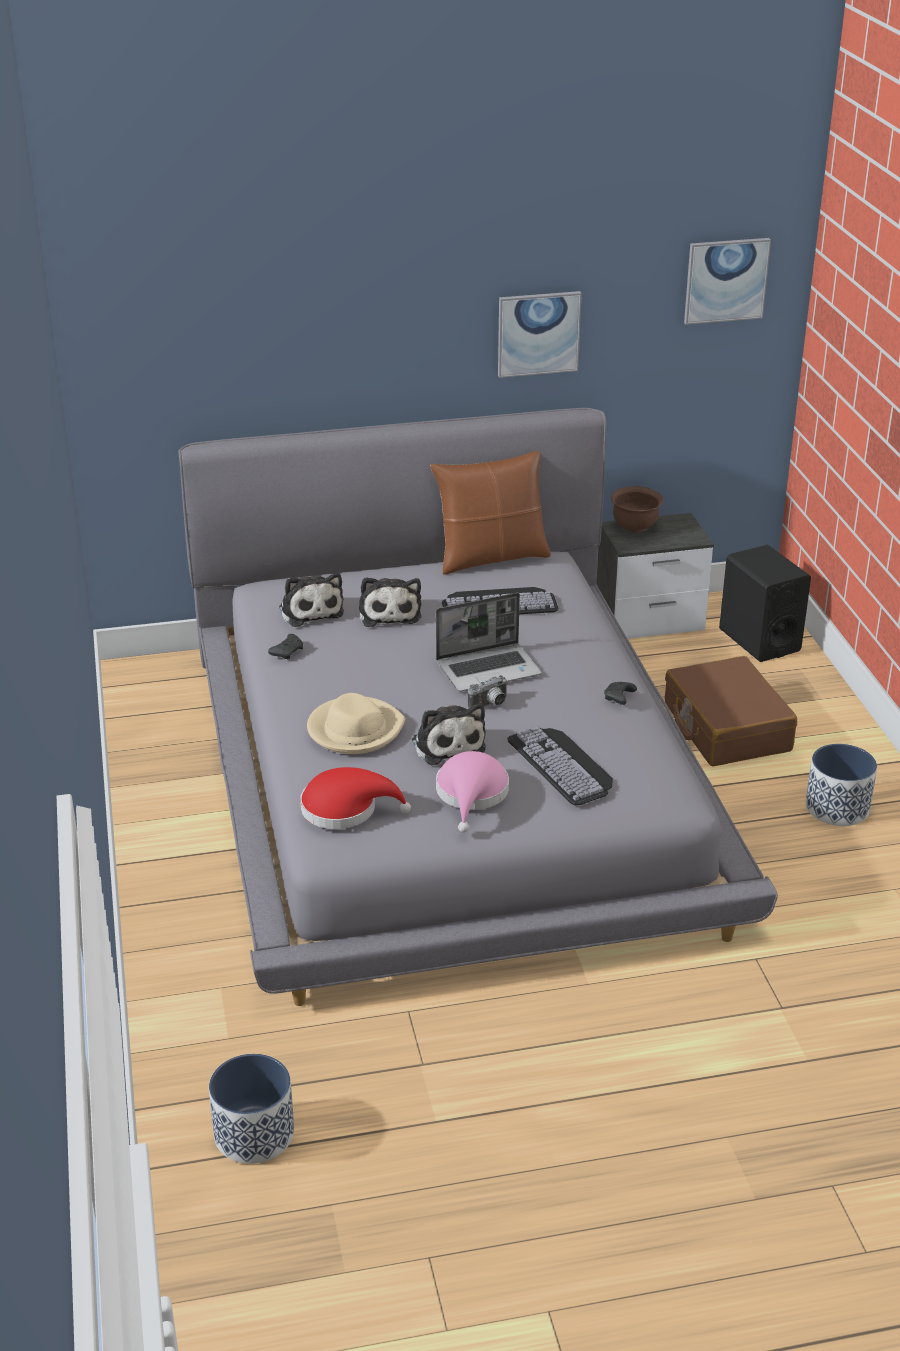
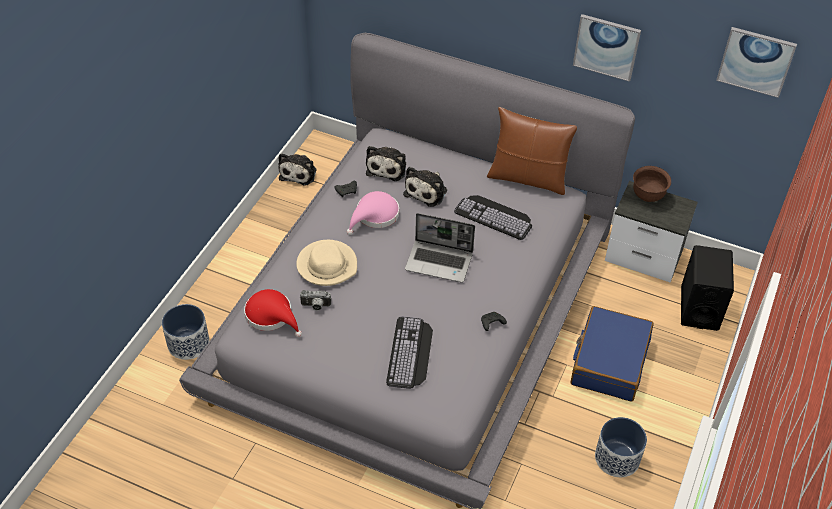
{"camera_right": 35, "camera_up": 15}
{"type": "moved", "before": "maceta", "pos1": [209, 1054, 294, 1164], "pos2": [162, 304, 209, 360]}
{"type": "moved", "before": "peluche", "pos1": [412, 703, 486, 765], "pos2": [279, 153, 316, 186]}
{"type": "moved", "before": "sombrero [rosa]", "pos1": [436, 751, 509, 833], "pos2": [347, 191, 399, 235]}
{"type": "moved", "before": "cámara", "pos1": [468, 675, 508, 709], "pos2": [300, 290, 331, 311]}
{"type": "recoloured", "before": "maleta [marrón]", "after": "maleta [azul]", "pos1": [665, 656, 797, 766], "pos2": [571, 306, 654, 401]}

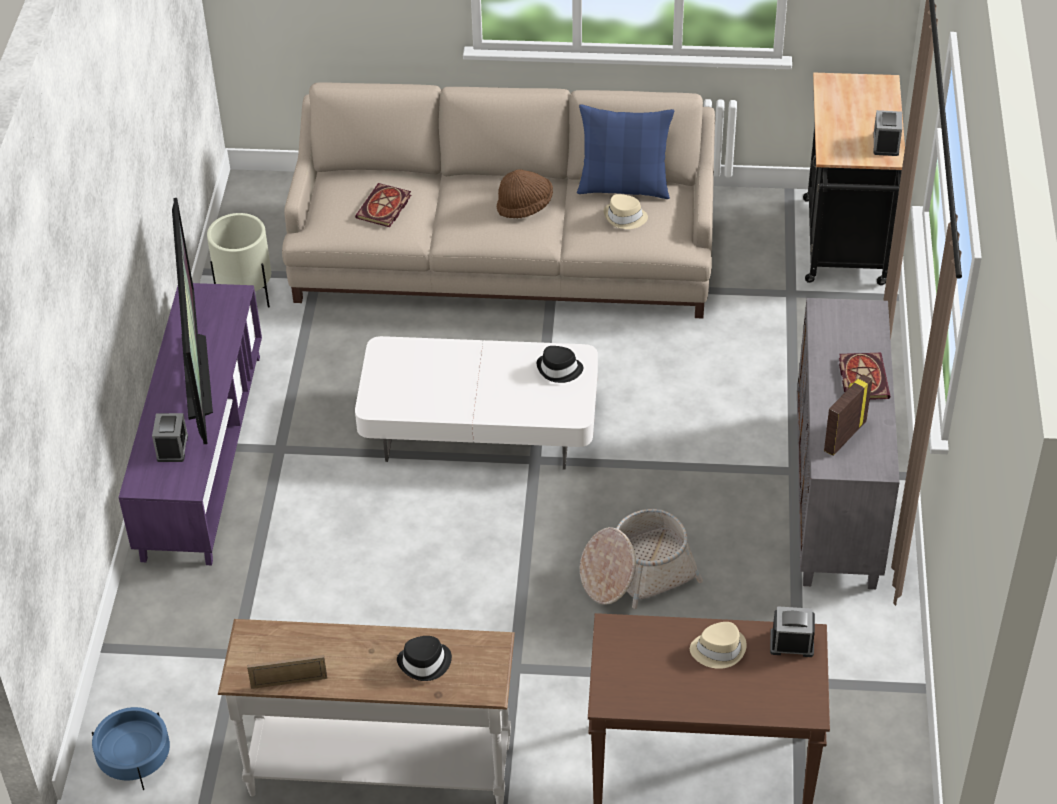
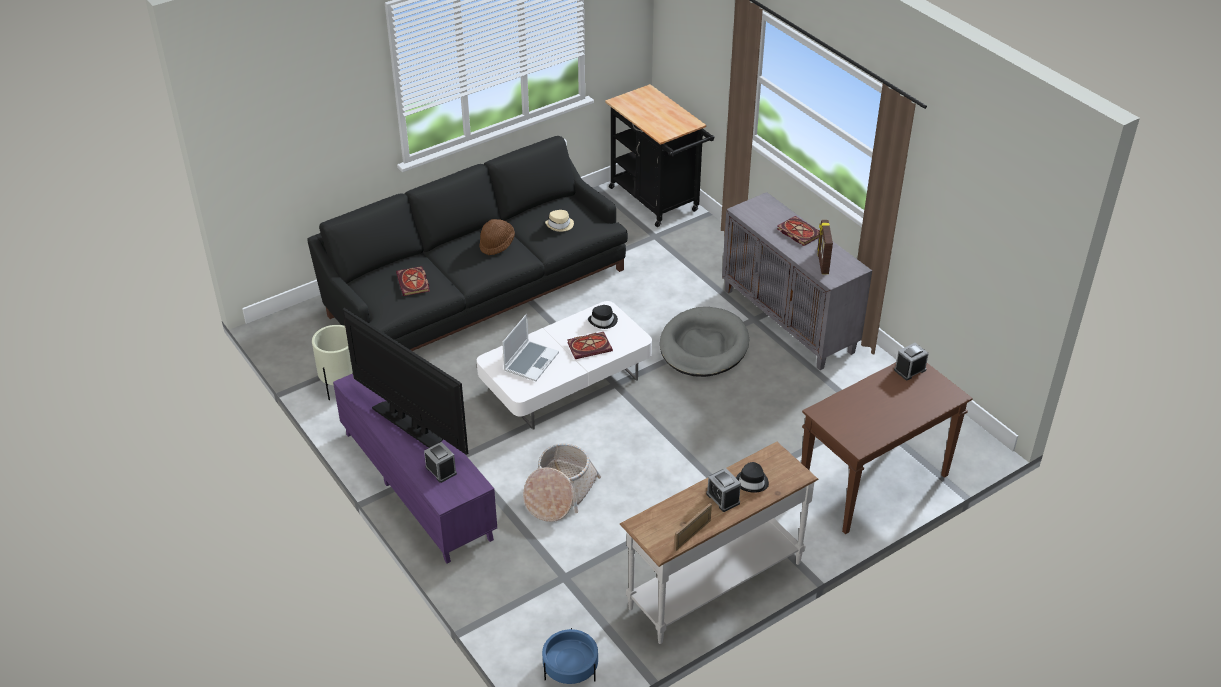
{"camera_right": -40, "camera_up": -5}
{"type": "recoloured", "before": "sofá [beis]", "after": "sofá [negro]", "pos1": [282, 82, 715, 318], "pos2": [307, 136, 628, 351]}
{"type": "removed", "before": "cojín [azul]", "pos1": [577, 104, 674, 199]}
{"type": "moved", "before": "cesta", "pos1": [580, 509, 703, 609], "pos2": [523, 444, 601, 522]}
{"type": "removed", "before": "sombrero [beis]", "pos1": [690, 622, 747, 669]}
{"type": "moved", "before": "despertador", "pos1": [873, 110, 902, 156], "pos2": [706, 468, 741, 512]}
{"type": "added", "after": "portátil", "pos2": [502, 314, 559, 381]}
{"type": "added", "after": "libro", "pos2": [567, 332, 613, 359]}
{"type": "added", "after": "cama para perro [gris]", "pos2": [660, 307, 749, 377]}

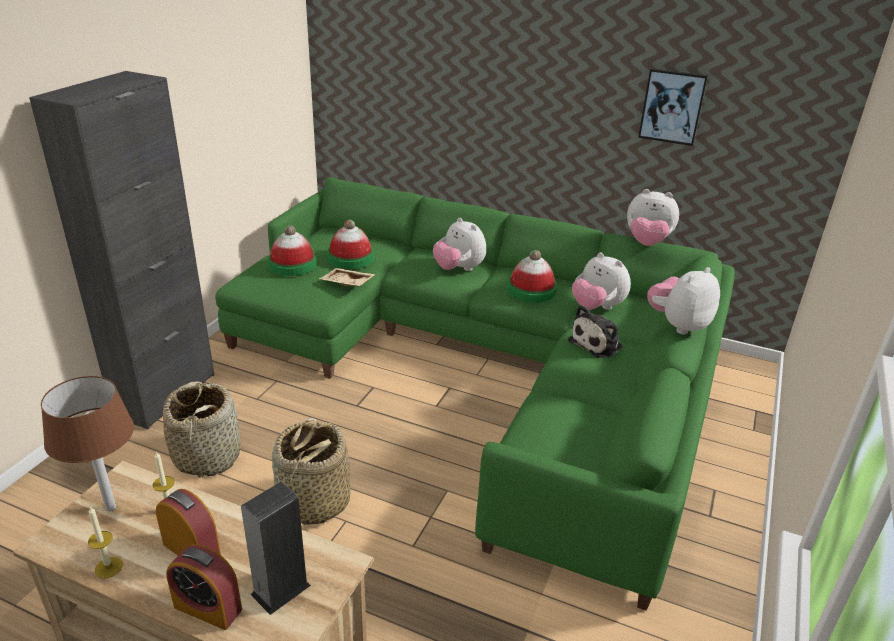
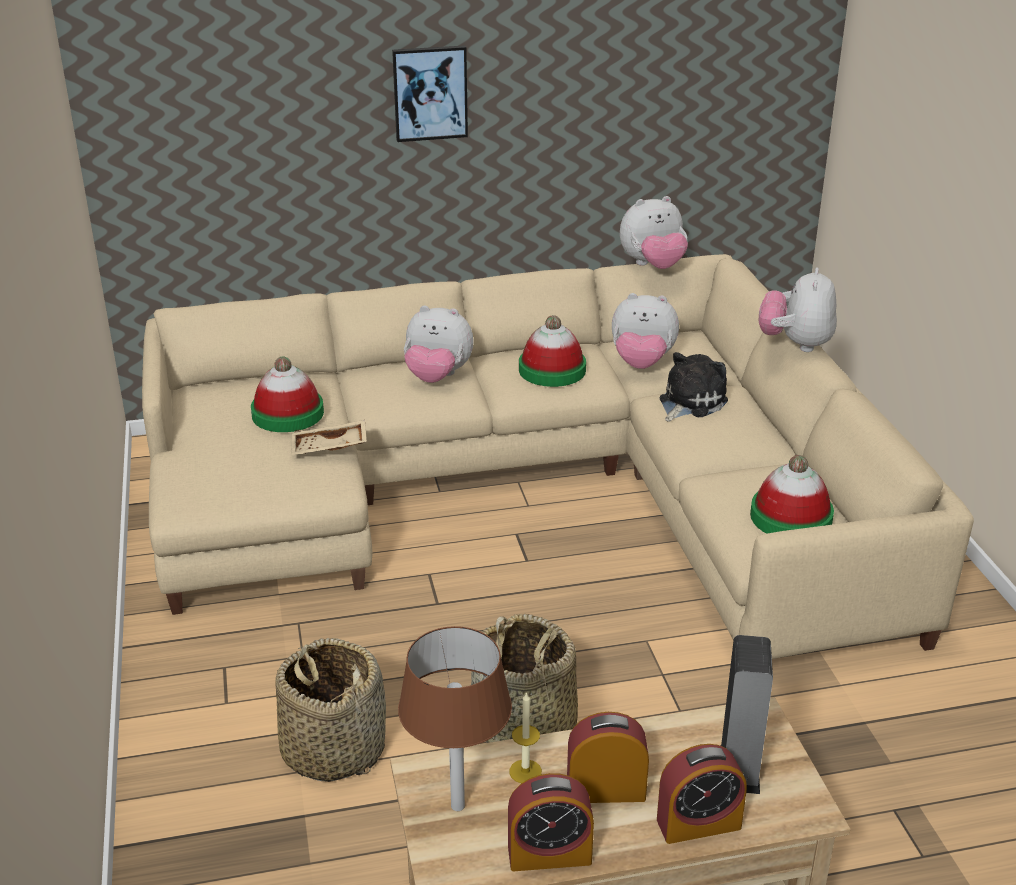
{"camera_right": -35, "camera_up": 0}
{"type": "removed", "before": "armario [negro]", "pos1": [29, 71, 215, 429]}
{"type": "replaced", "before": "vela", "after": "despertador", "pos1": [88, 507, 123, 578], "pos2": [508, 773, 594, 871]}
{"type": "recoloured", "before": "sofá [verde]", "after": "sofá [beis]", "pos1": [215, 177, 735, 611], "pos2": [142, 254, 974, 659]}
{"type": "moved", "before": "sombrero", "pos1": [268, 225, 317, 276], "pos2": [750, 455, 834, 534]}
{"type": "turned", "before": "peluche", "pos1": [568, 305, 623, 358], "pos2": [659, 352, 728, 422], "turn": -150}
{"type": "moved", "before": "cuadro", "pos1": [638, 68, 708, 146], "pos2": [392, 45, 468, 142]}

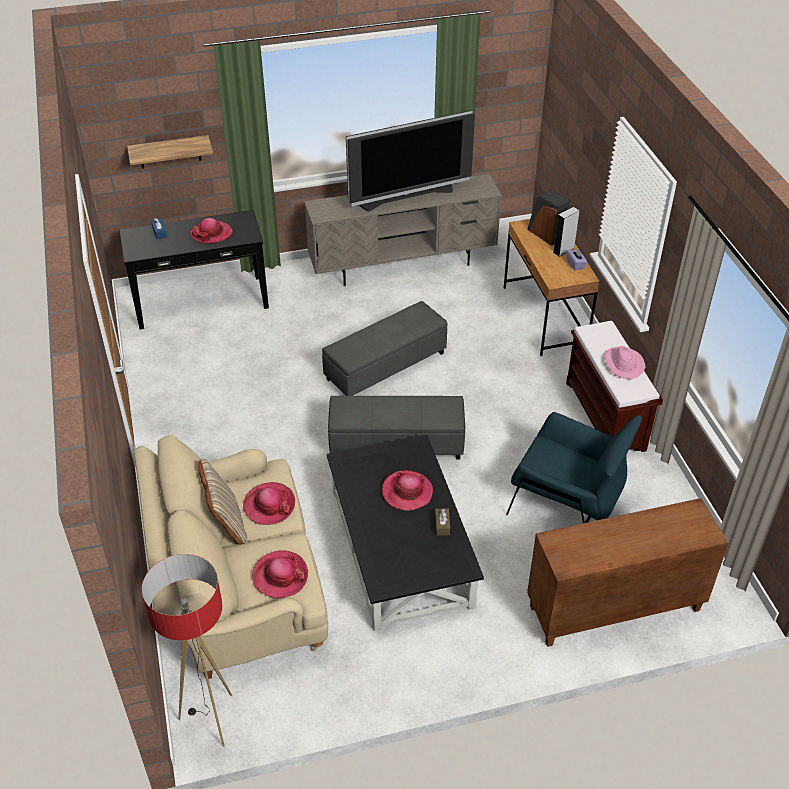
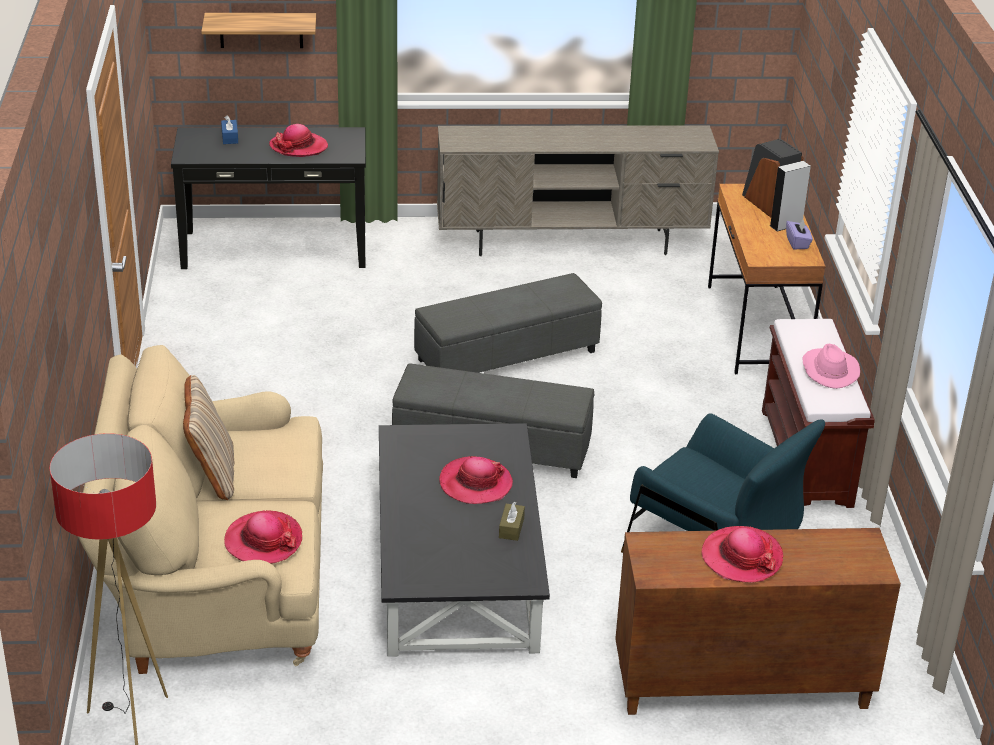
{"camera_right": 10, "camera_up": -10}
{"type": "moved", "before": "sombrero", "pos1": [243, 482, 295, 525], "pos2": [701, 526, 784, 583]}
{"type": "removed", "before": "televisor", "pos1": [346, 110, 475, 212]}

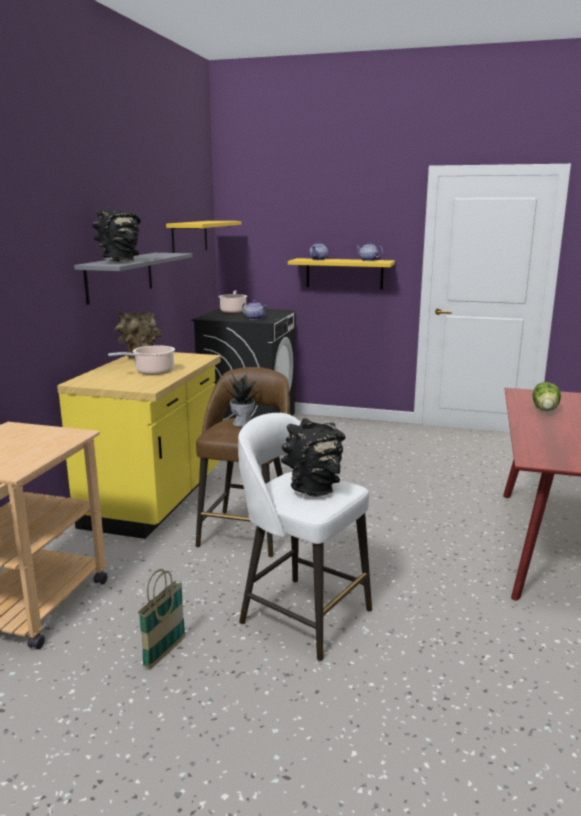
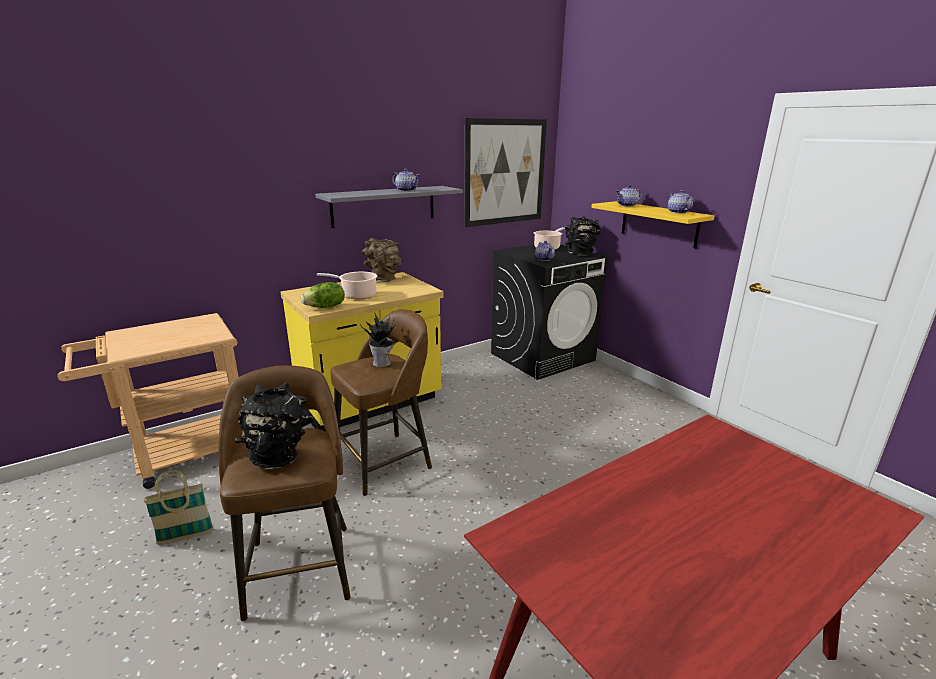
{"camera_right": 40, "camera_up": 5}
{"type": "moved", "before": "florero [negro]", "pos1": [92, 210, 141, 262], "pos2": [565, 216, 600, 256]}
{"type": "replaced", "before": "estante [amarillo]", "after": "cuadro", "pos1": [166, 221, 241, 253], "pos2": [464, 118, 547, 227]}
{"type": "recoloured", "before": "taburete [blanco]", "after": "taburete [marrón]", "pos1": [238, 413, 372, 661], "pos2": [218, 365, 351, 621]}
{"type": "moved", "before": "lechuga", "pos1": [533, 382, 561, 411], "pos2": [301, 282, 345, 308]}
{"type": "added", "after": "tetera", "pos2": [392, 168, 420, 192]}

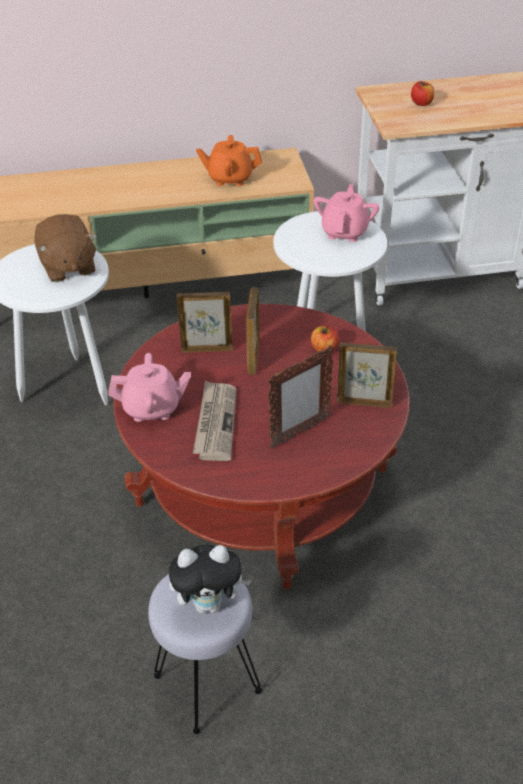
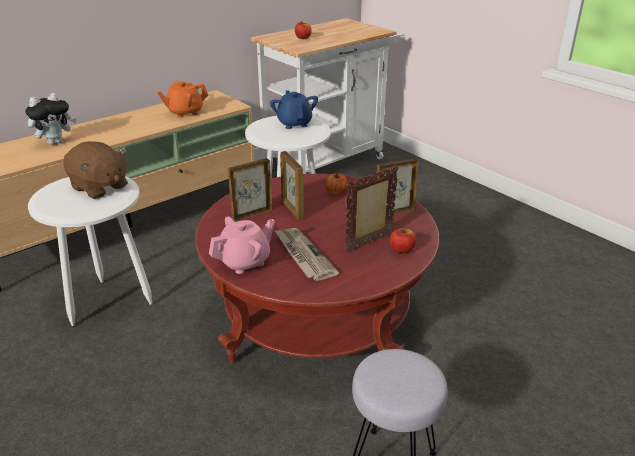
{"camera_right": -30, "camera_up": -10}
{"type": "moved", "before": "peluche", "pos1": [169, 545, 251, 613], "pos2": [25, 93, 76, 145]}
{"type": "turned", "before": "portarretratos", "pos1": [267, 345, 334, 449], "pos2": [345, 166, 399, 252], "turn": -150}
{"type": "recoloured", "before": "tetera [rosa]", "after": "tetera [azul]", "pos1": [314, 184, 379, 242], "pos2": [270, 90, 318, 129]}
{"type": "added", "after": "manzana", "pos2": [390, 228, 416, 253]}

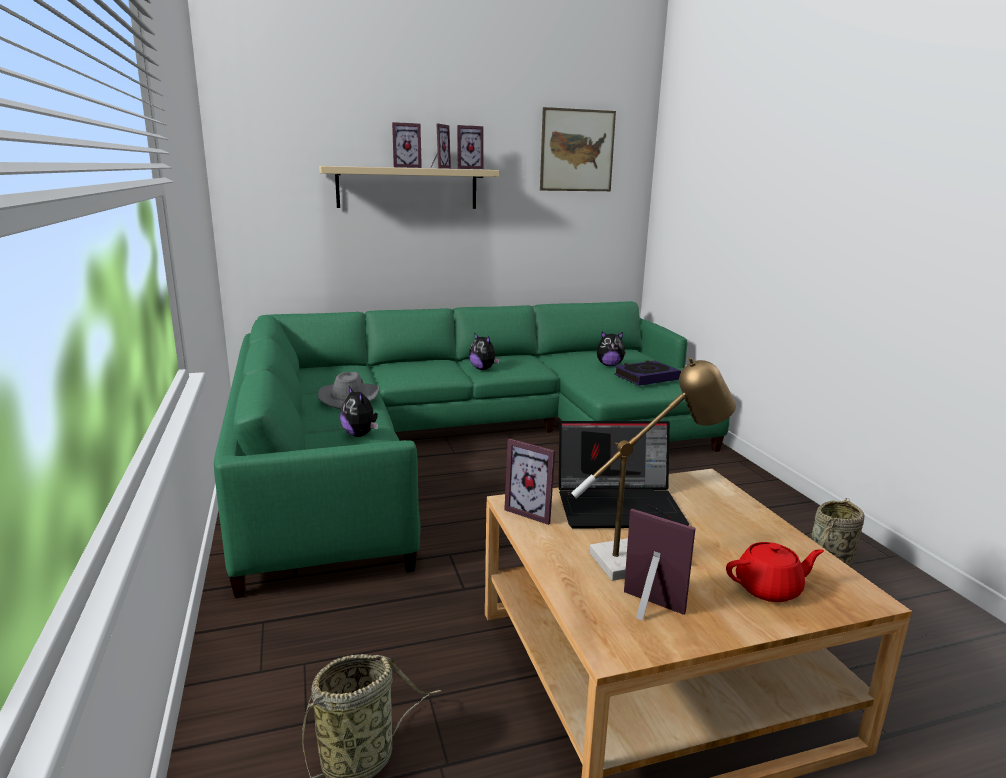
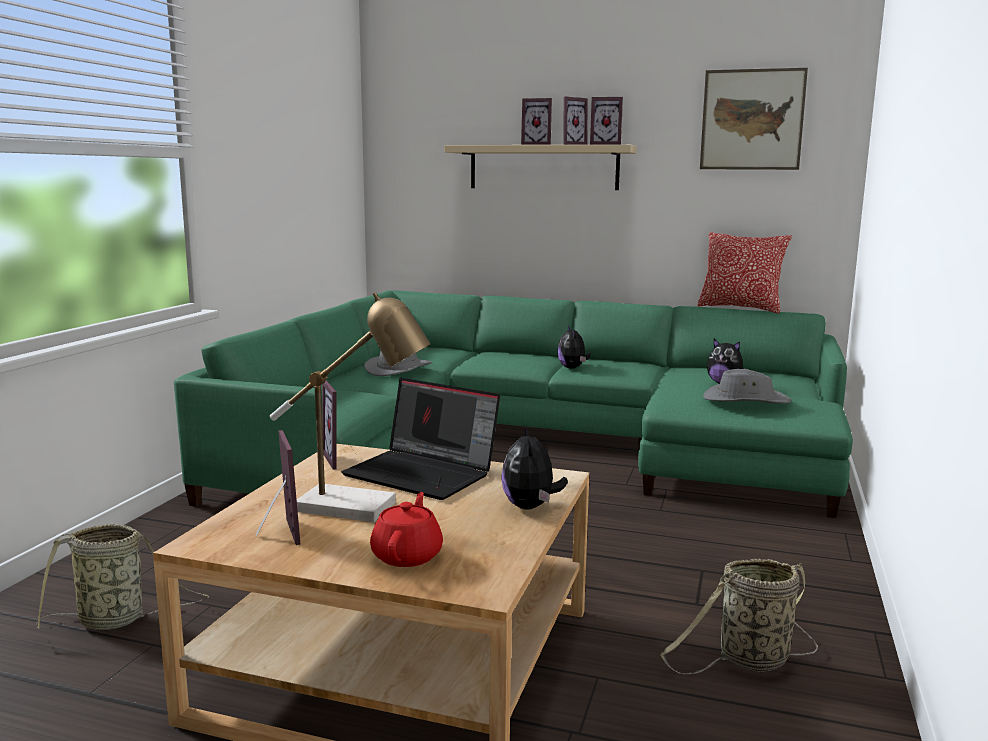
{"camera_right": 35, "camera_up": -5}
{"type": "moved", "before": "peluche", "pos1": [340, 386, 378, 437], "pos2": [501, 426, 568, 510]}
{"type": "replaced", "before": "libro", "after": "sombrero [gris]", "pos1": [614, 360, 681, 386], "pos2": [703, 369, 791, 404]}
{"type": "turned", "before": "tetera [rojo]", "pos1": [726, 542, 824, 602], "pos2": [370, 492, 443, 567], "turn": -105}
{"type": "added", "after": "cojín", "pos2": [697, 232, 792, 313]}

